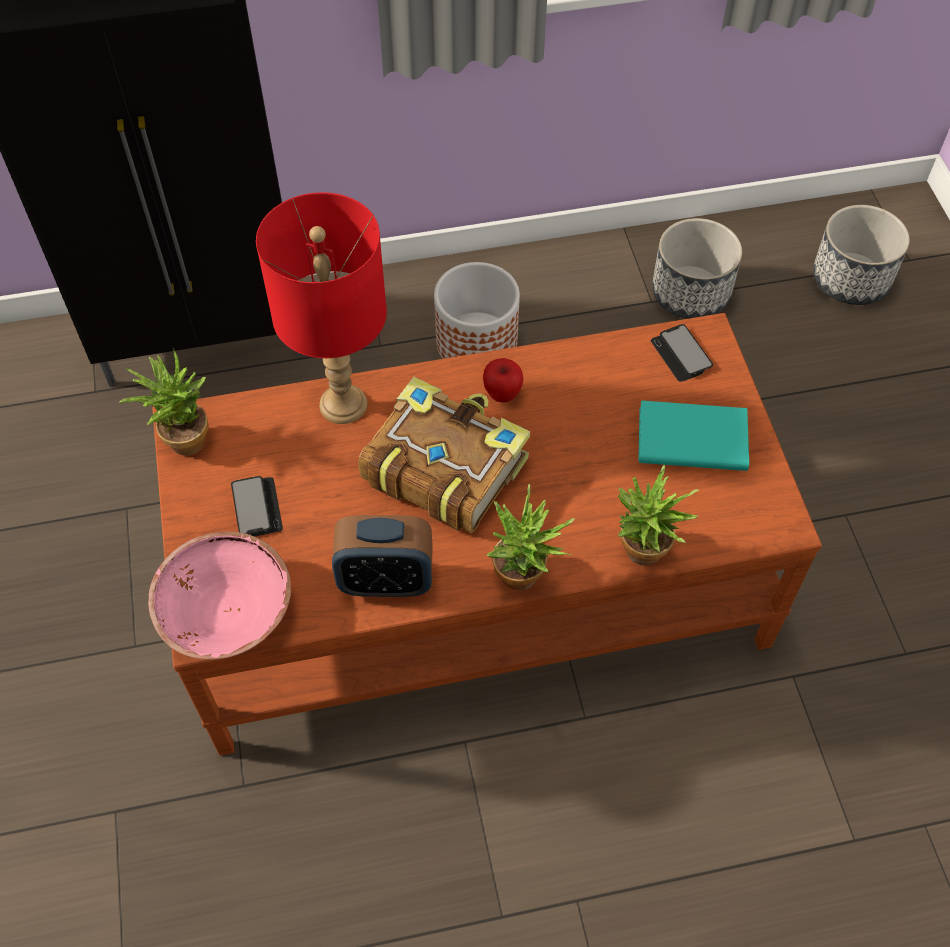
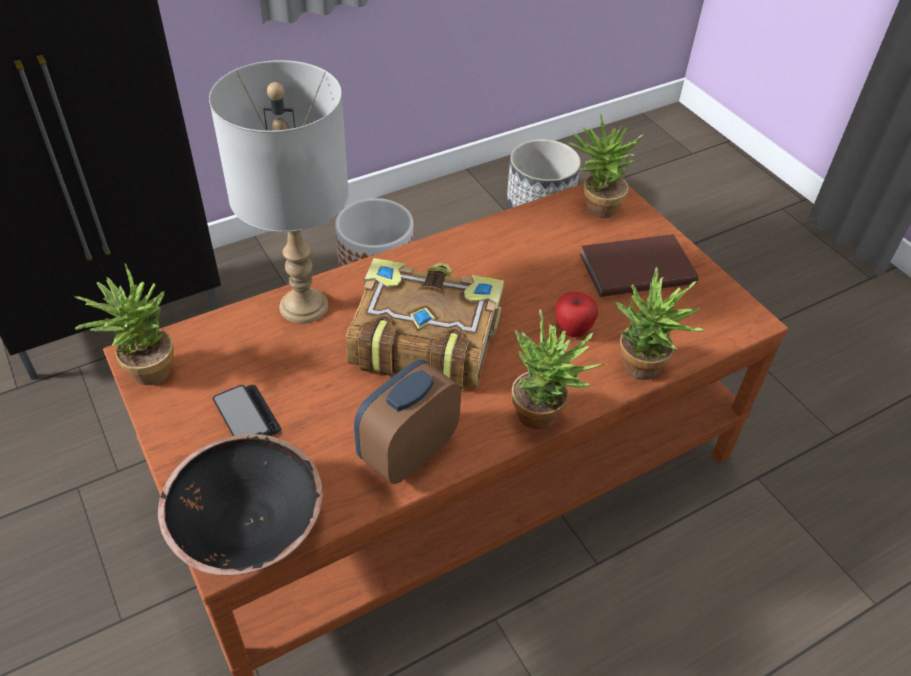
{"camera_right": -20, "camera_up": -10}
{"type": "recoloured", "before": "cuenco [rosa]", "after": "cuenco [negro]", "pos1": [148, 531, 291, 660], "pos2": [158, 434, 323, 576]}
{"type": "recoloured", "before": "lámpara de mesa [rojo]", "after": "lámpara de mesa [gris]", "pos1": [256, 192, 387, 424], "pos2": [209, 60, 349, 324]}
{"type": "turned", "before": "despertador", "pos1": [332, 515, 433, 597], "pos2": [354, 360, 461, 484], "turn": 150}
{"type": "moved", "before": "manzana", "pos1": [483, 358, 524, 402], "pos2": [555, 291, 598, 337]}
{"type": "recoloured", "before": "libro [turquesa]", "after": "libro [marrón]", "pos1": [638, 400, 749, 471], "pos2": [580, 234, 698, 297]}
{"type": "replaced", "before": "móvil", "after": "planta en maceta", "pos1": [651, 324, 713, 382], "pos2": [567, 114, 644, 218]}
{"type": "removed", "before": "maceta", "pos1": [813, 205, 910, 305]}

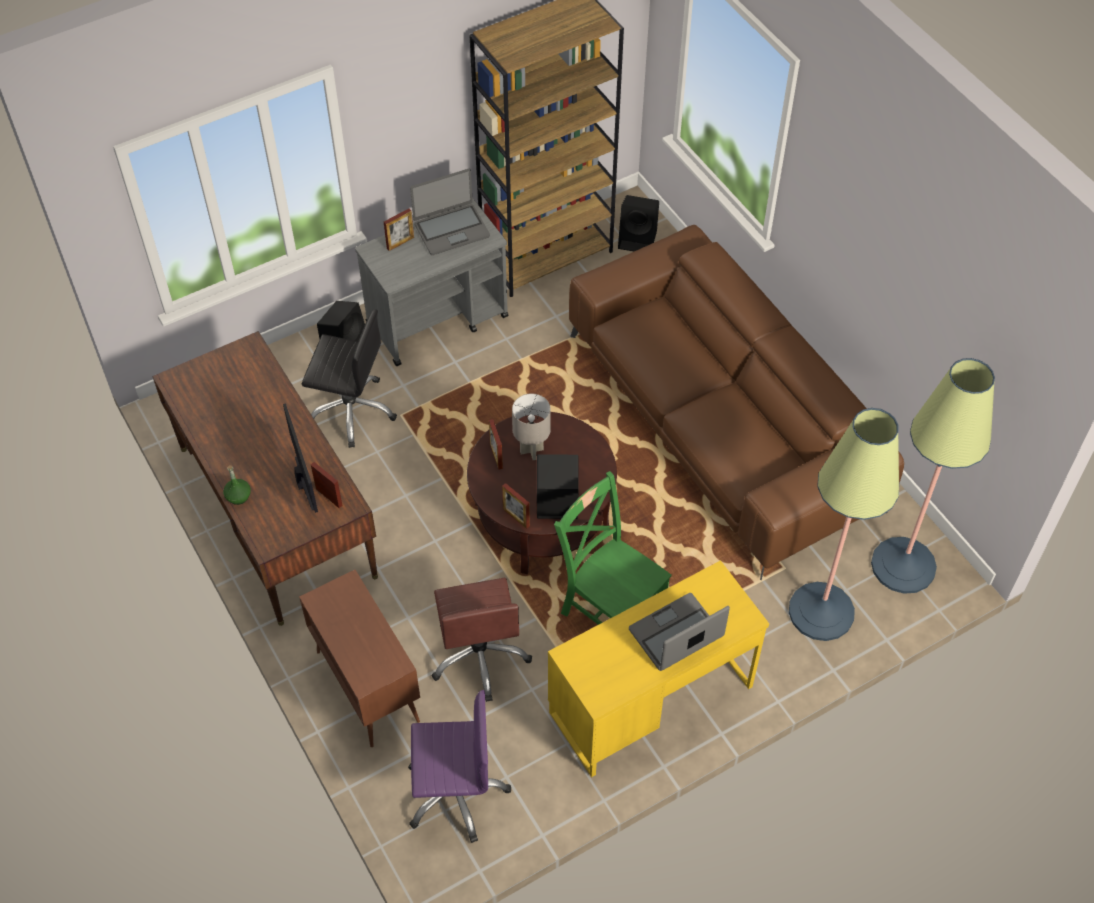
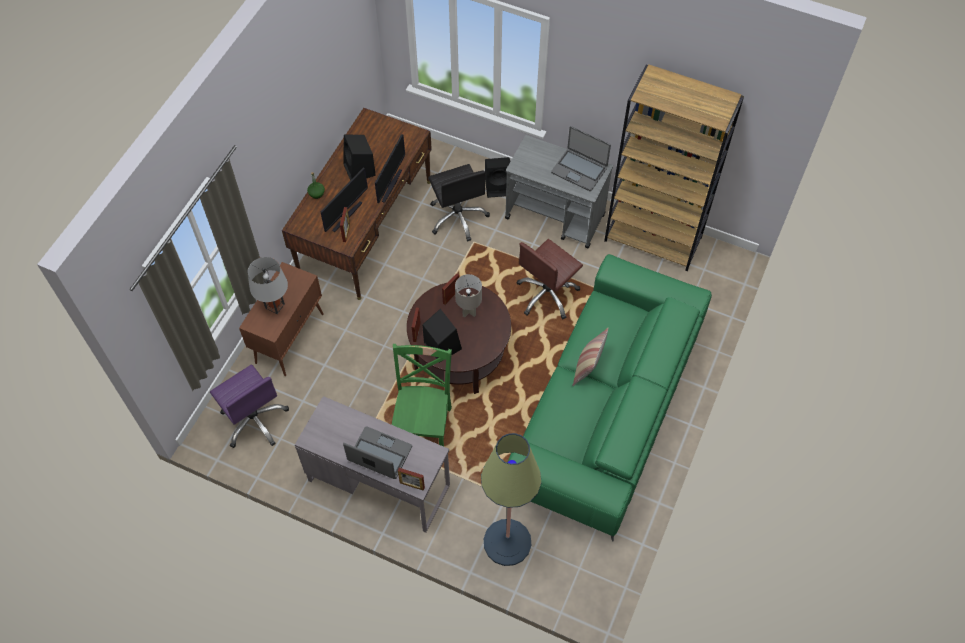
{"camera_right": 55, "camera_up": 5}
{"type": "moved", "before": "portarretratos", "pos1": [384, 209, 414, 251], "pos2": [398, 468, 425, 491]}
{"type": "moved", "before": "silla de oficina [marrón]", "pos1": [432, 578, 532, 702], "pos2": [516, 239, 583, 319]}
{"type": "recoloured", "before": "escritorio [amarillo]", "after": "escritorio [gris]", "pos1": [548, 560, 769, 777], "pos2": [295, 396, 450, 533]}
{"type": "recoloured", "before": "sofá [marrón]", "after": "sofá [verde]", "pos1": [569, 225, 904, 580], "pos2": [508, 254, 712, 542]}
{"type": "moved", "before": "altavoz [negro]", "pos1": [618, 195, 659, 251], "pos2": [343, 134, 376, 180]}
{"type": "removed", "before": "lámpara de pie", "pos1": [871, 358, 995, 594]}
{"type": "added", "after": "lámpara de mesa [gris]", "pos2": [248, 257, 288, 314]}
{"type": "added", "after": "monitor", "pos2": [375, 134, 405, 203]}
{"type": "added", "after": "cojín", "pos2": [572, 328, 609, 386]}

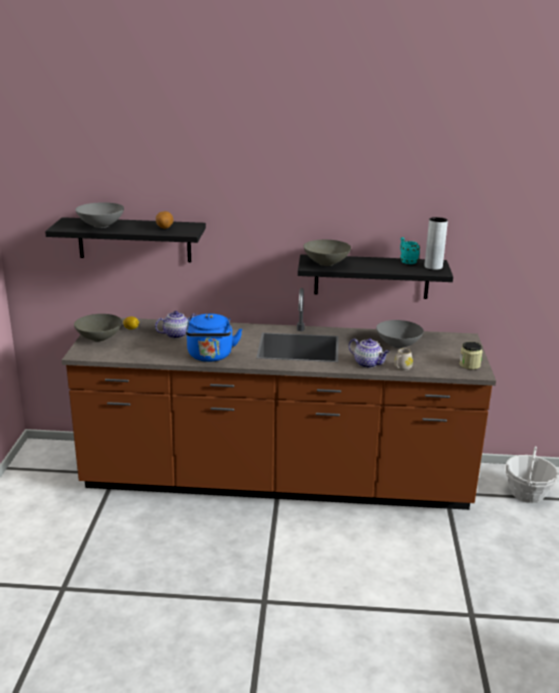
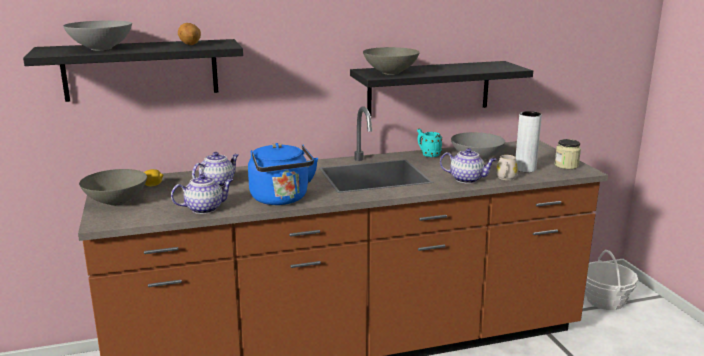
{"camera_right": -20, "camera_up": -5}
{"type": "moved", "before": "taza grande [turquesa]", "pos1": [400, 237, 420, 264], "pos2": [417, 129, 442, 157]}
{"type": "moved", "before": "florero [gris]", "pos1": [425, 217, 448, 270], "pos2": [516, 111, 542, 172]}
{"type": "added", "after": "tetera", "pos2": [171, 174, 233, 214]}

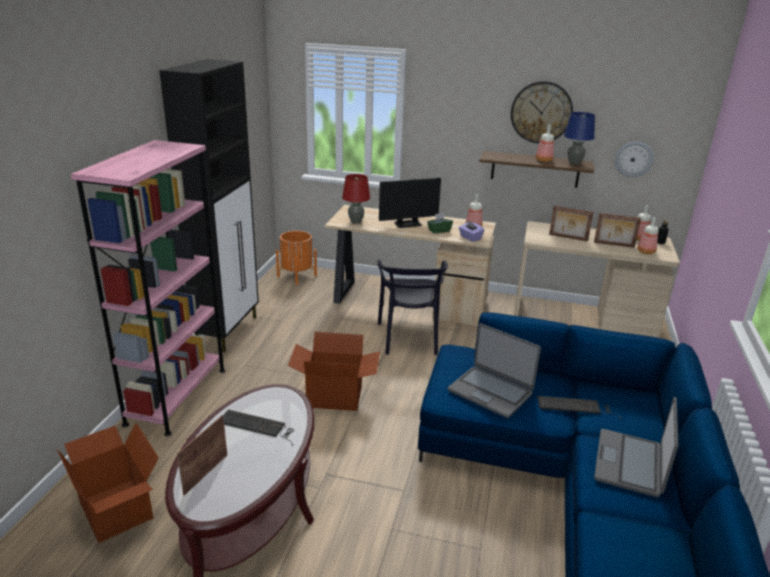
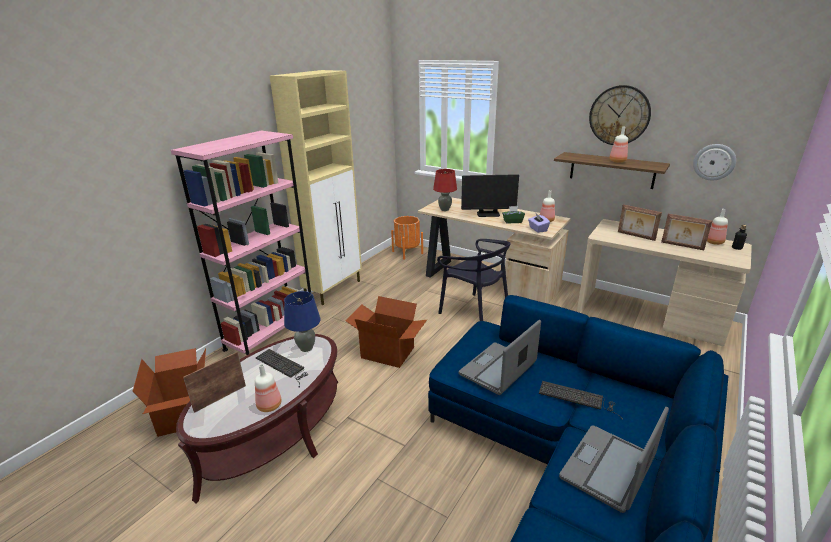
{"camera_right": 20, "camera_up": 0}
{"type": "recoloured", "before": "armario [negro]", "after": "armario [beis]", "pos1": [159, 59, 259, 352], "pos2": [270, 70, 362, 305]}
{"type": "turned", "before": "silla [negro]", "pos1": [378, 259, 448, 355], "pos2": [437, 239, 511, 321], "turn": -60}
{"type": "turned", "before": "portátil", "pos1": [448, 323, 541, 418], "pos2": [459, 320, 541, 395], "turn": 75}
{"type": "moved", "before": "lámpara de mesa [azul]", "pos1": [564, 112, 595, 165], "pos2": [284, 291, 321, 352]}
{"type": "moved", "before": "botella", "pos1": [637, 217, 659, 254], "pos2": [255, 364, 282, 412]}

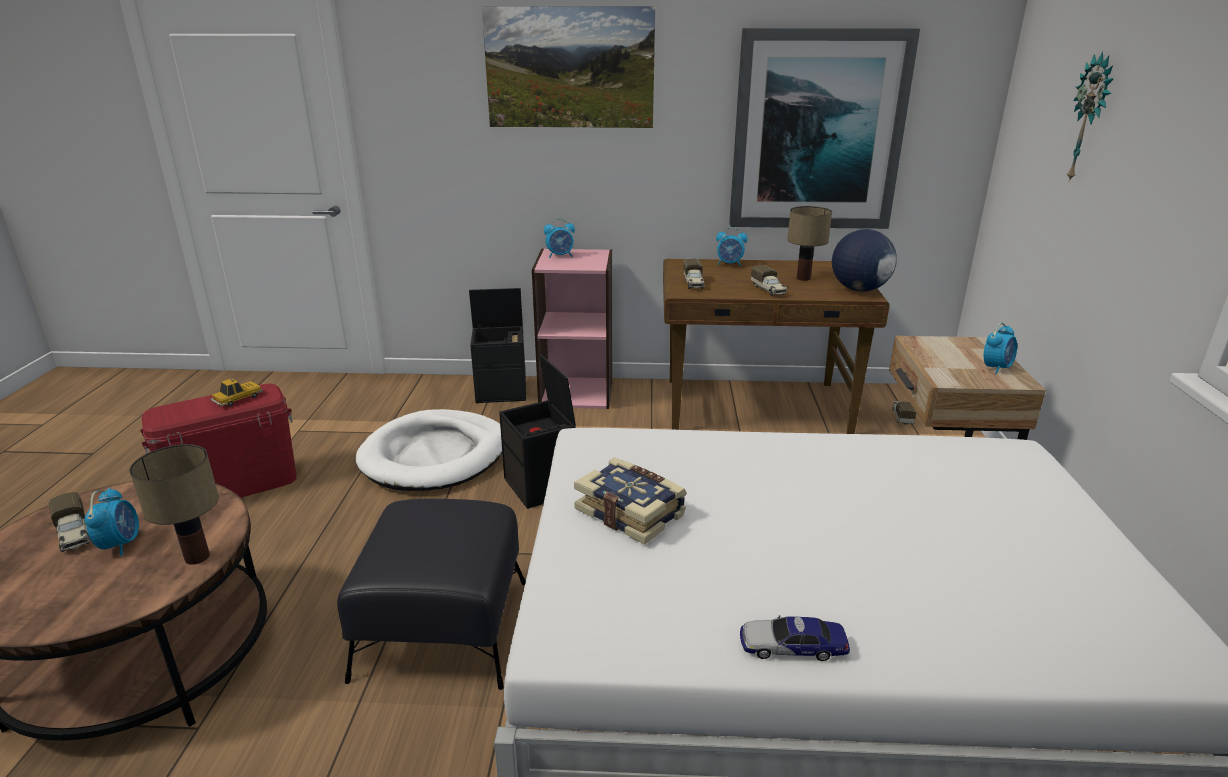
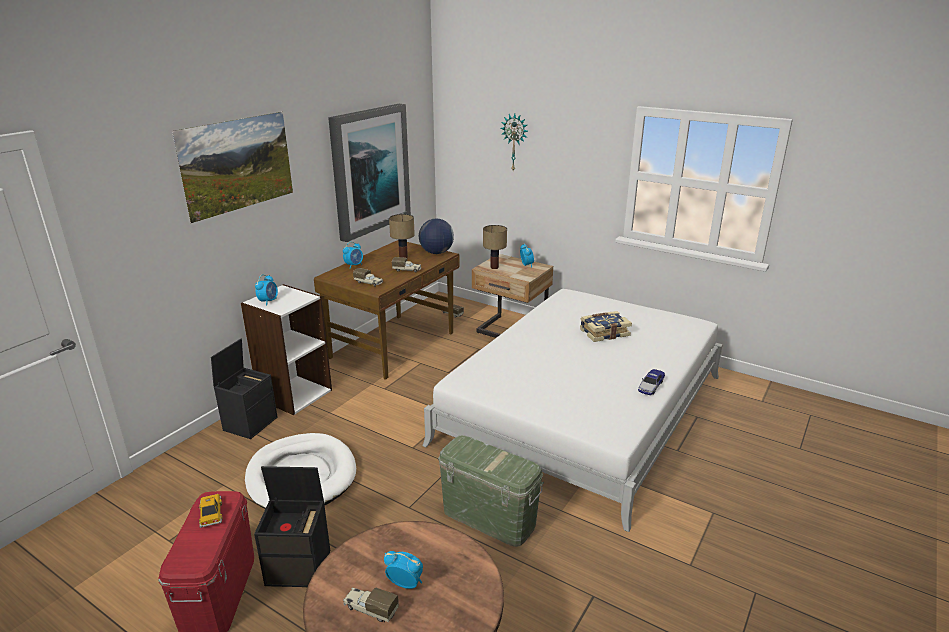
{"camera_right": -60, "camera_up": 0}
{"type": "turned", "before": "camión de juguete", "pos1": [49, 492, 91, 552], "pos2": [343, 588, 399, 623], "turn": -150}
{"type": "moved", "before": "lámpara de mesa", "pos1": [129, 444, 219, 565], "pos2": [483, 225, 507, 269]}
{"type": "replaced", "before": "puf [negro]", "after": "caja de almacenaje [verde]", "pos1": [337, 499, 526, 690], "pos2": [438, 435, 544, 547]}
{"type": "moved", "before": "caja de almacenaje [negro]", "pos1": [499, 354, 576, 509], "pos2": [254, 466, 330, 587]}
{"type": "recoloured", "before": "estantería [rosa]", "after": "estantería [blanco]", "pos1": [532, 249, 612, 409], "pos2": [241, 284, 332, 415]}
{"type": "moved", "before": "libro", "pos1": [574, 457, 687, 545], "pos2": [580, 311, 632, 342]}

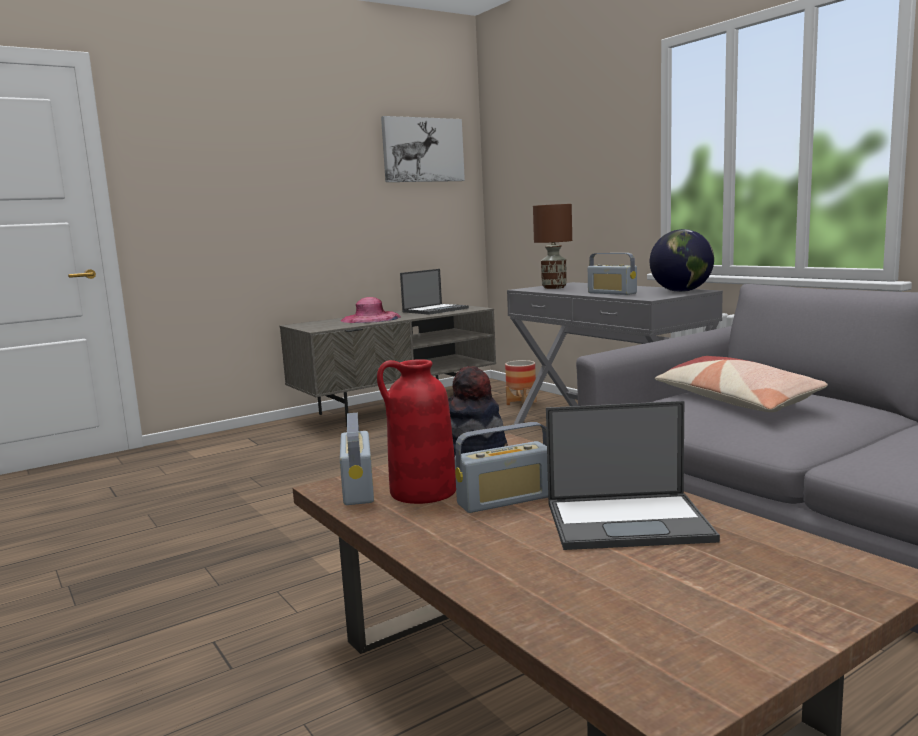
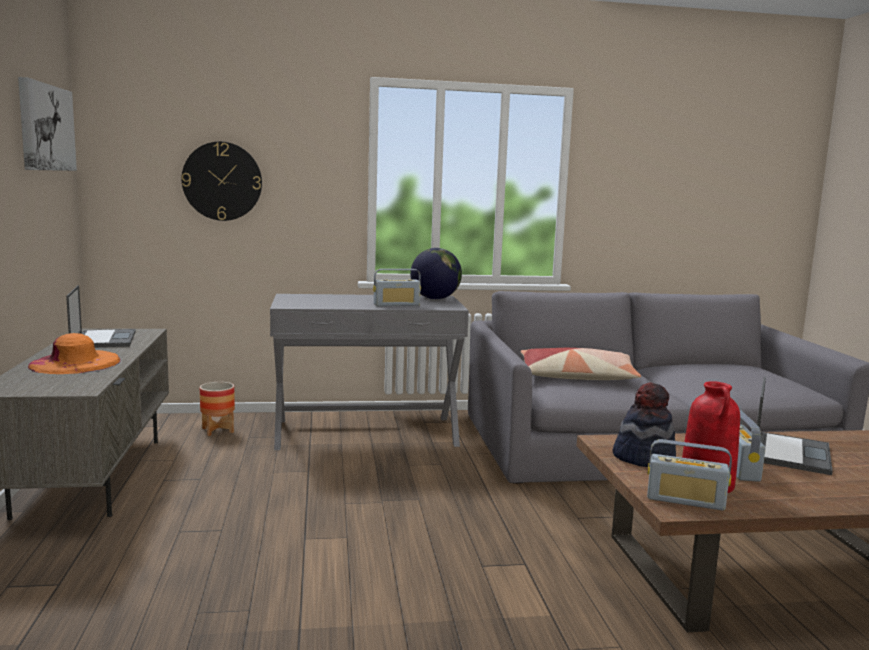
{"camera_right": -65, "camera_up": 0}
{"type": "recoloured", "before": "sombrero [rosa]", "after": "sombrero [naranja]", "pos1": [341, 297, 401, 323], "pos2": [28, 333, 121, 374]}
{"type": "removed", "before": "lámpara de mesa [marrón]", "pos1": [533, 204, 572, 289]}
{"type": "added", "after": "reloj de pared", "pos2": [182, 142, 262, 221]}

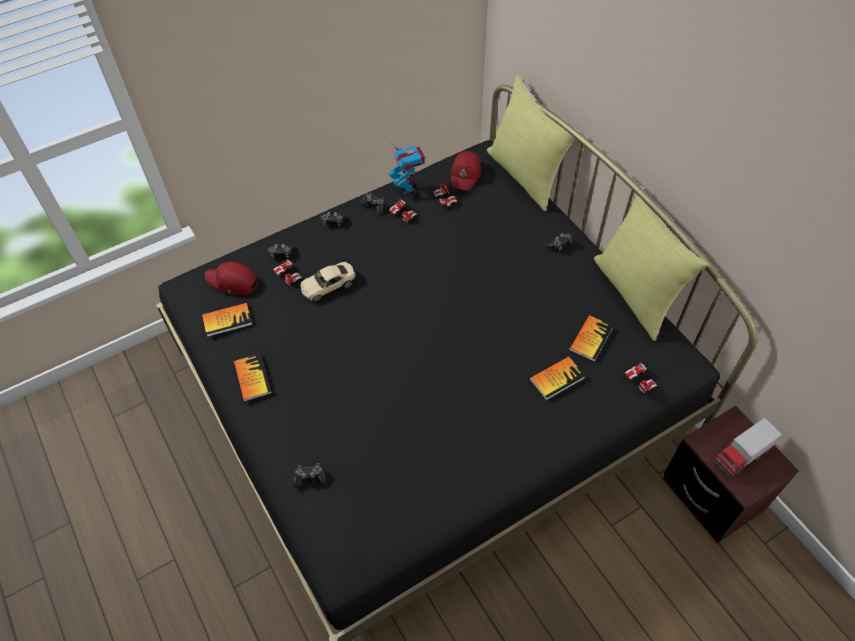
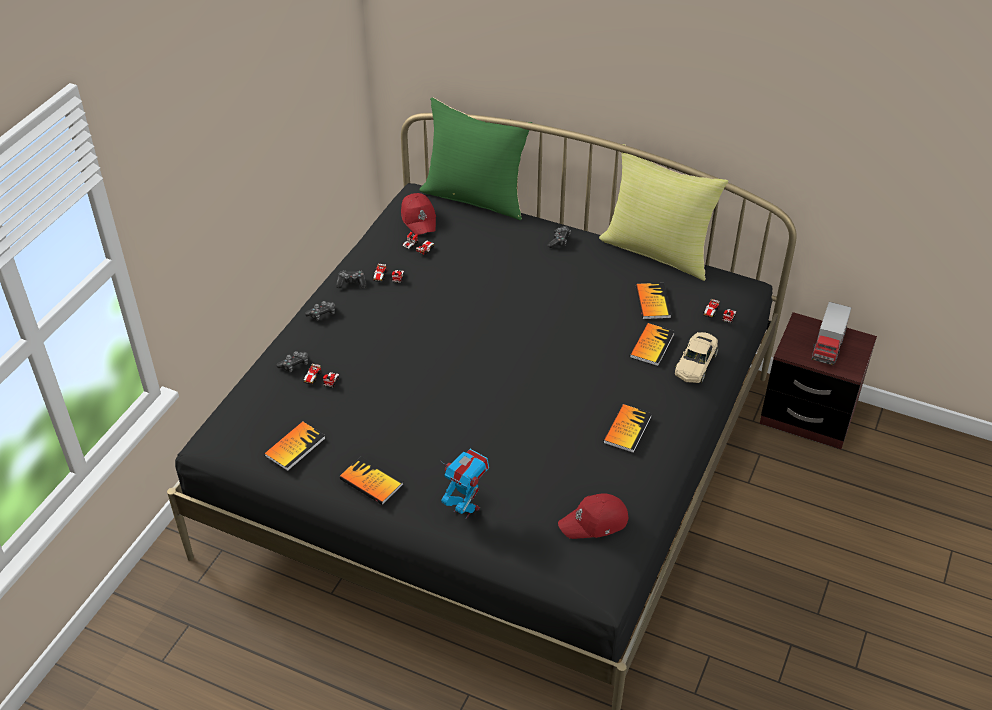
{"camera_right": -35, "camera_up": -10}
{"type": "moved", "before": "gorra [rojo]", "pos1": [205, 261, 258, 295], "pos2": [558, 493, 628, 539]}
{"type": "removed", "before": "mando de consola", "pos1": [293, 463, 327, 488]}
{"type": "moved", "before": "coche de juguete [beis]", "pos1": [300, 262, 355, 302], "pos2": [674, 332, 719, 383]}
{"type": "moved", "before": "robot de juguete", "pos1": [389, 146, 426, 194], "pos2": [441, 449, 489, 519]}
{"type": "recoloured", "before": "cojín [amarillo]", "after": "cojín [verde]", "pos1": [487, 75, 580, 211], "pos2": [419, 97, 532, 220]}
{"type": "added", "after": "libro", "pos2": [603, 404, 652, 453]}

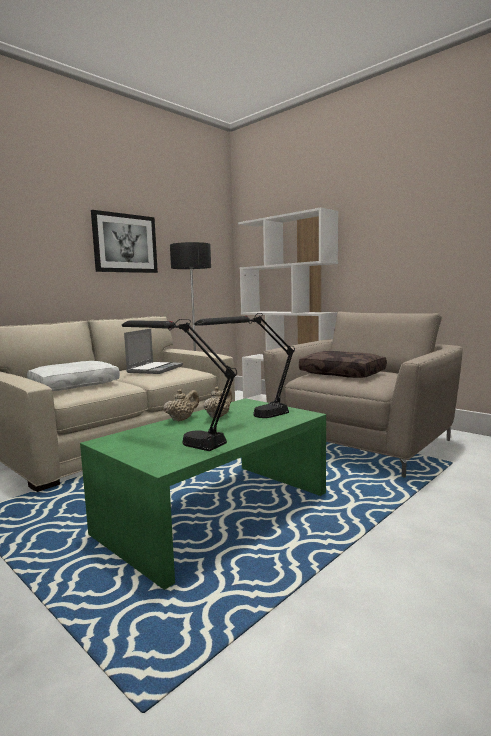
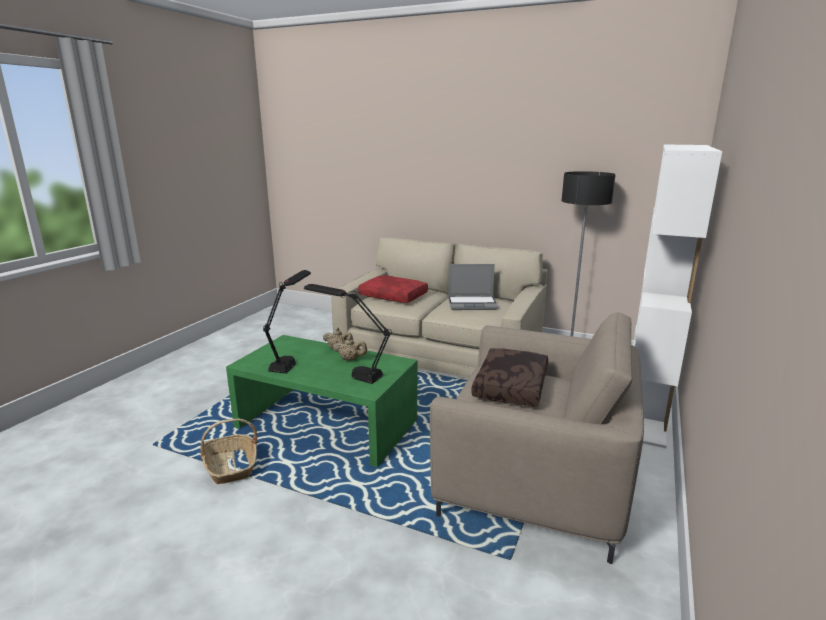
{"camera_right": 70, "camera_up": 10}
{"type": "recoloured", "before": "cojín [blanco]", "after": "cojín [rojo]", "pos1": [27, 361, 120, 391], "pos2": [358, 275, 428, 303]}
{"type": "removed", "before": "cuadro", "pos1": [91, 210, 158, 273]}
{"type": "added", "after": "cesta", "pos2": [200, 419, 257, 484]}

